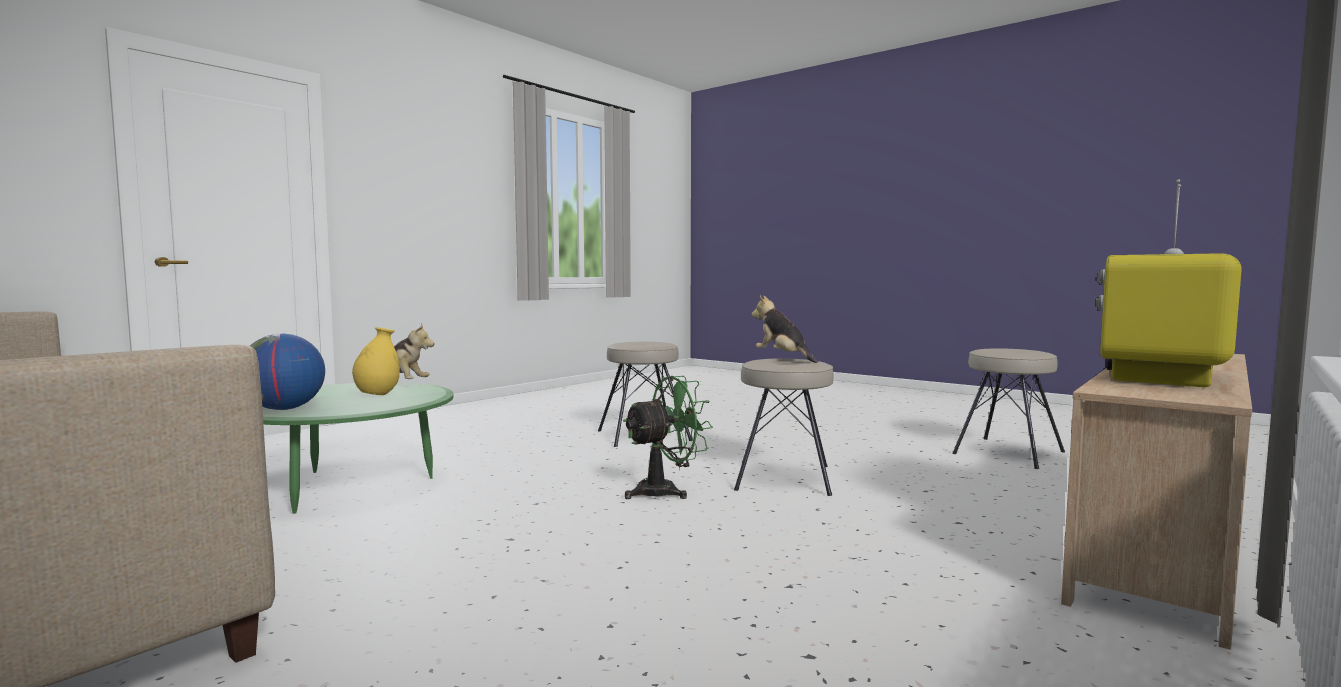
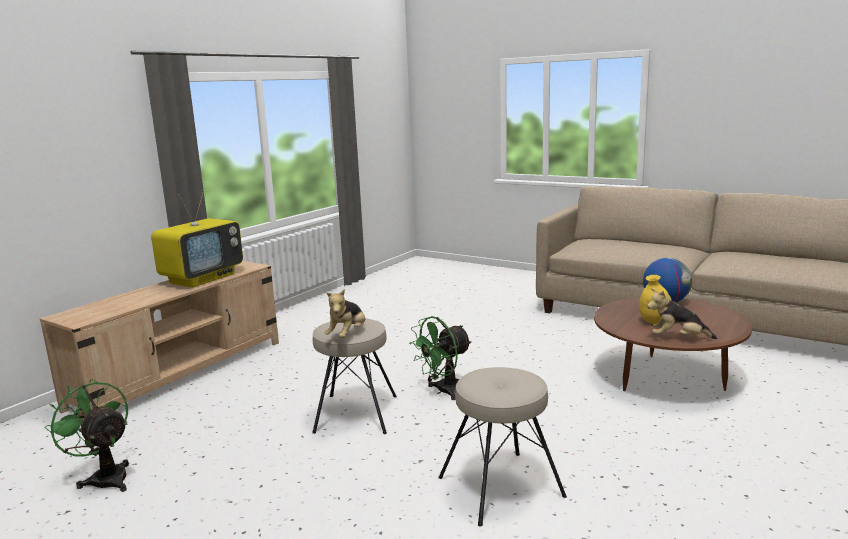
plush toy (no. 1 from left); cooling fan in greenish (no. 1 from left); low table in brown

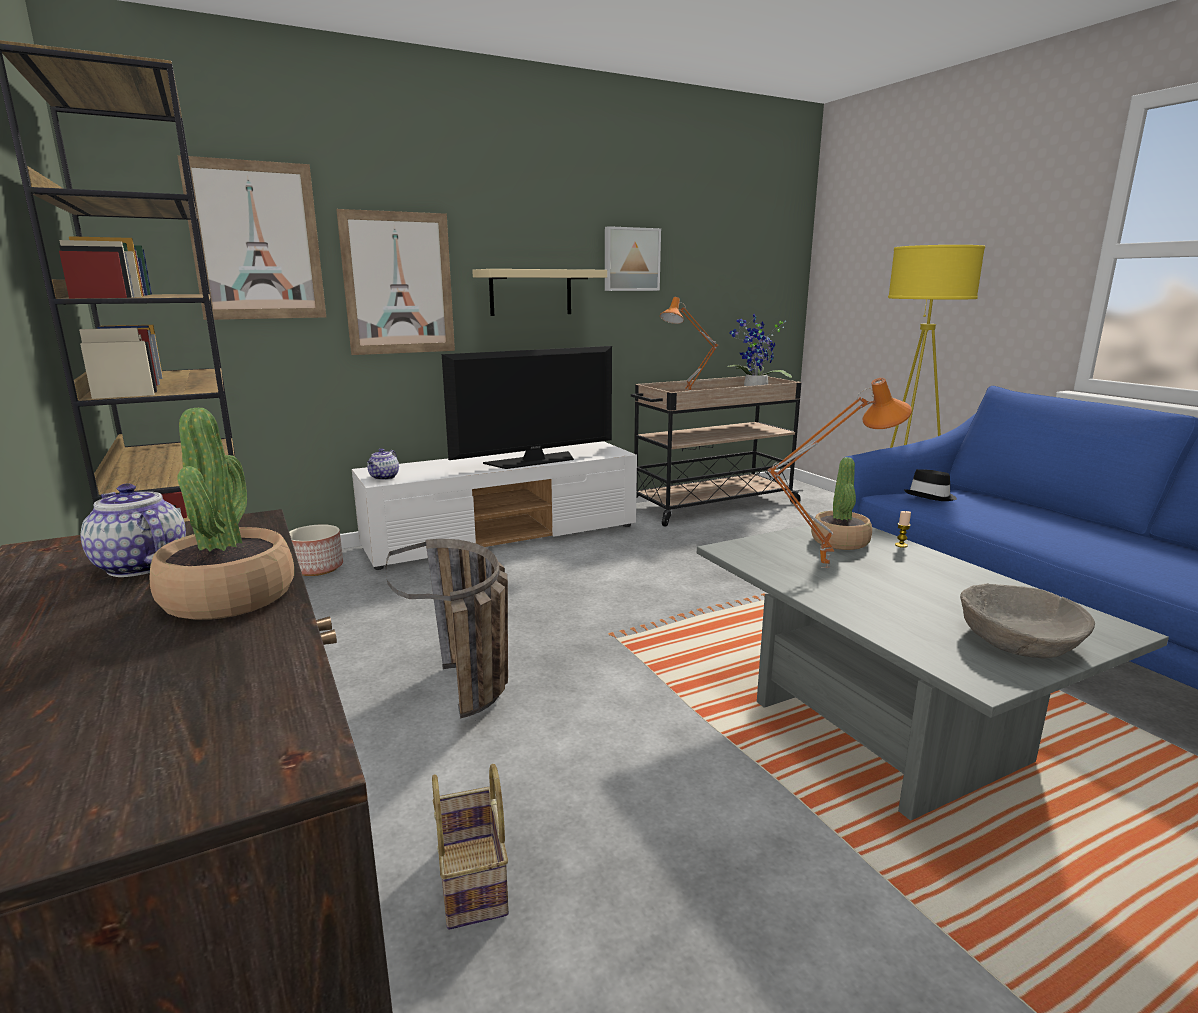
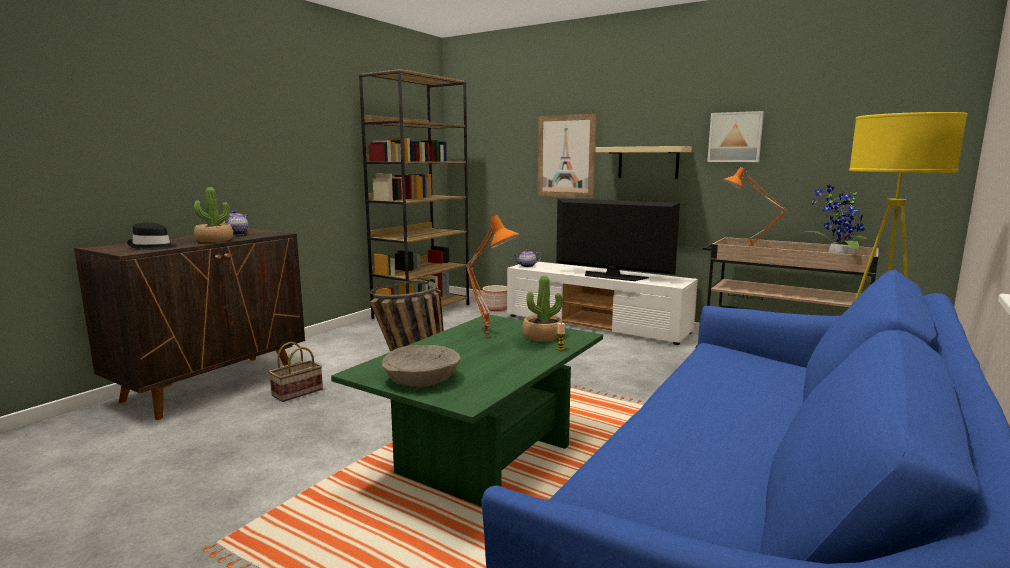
wall picture (no. 1 from left in the first image); hat in blackish; low table in greenish

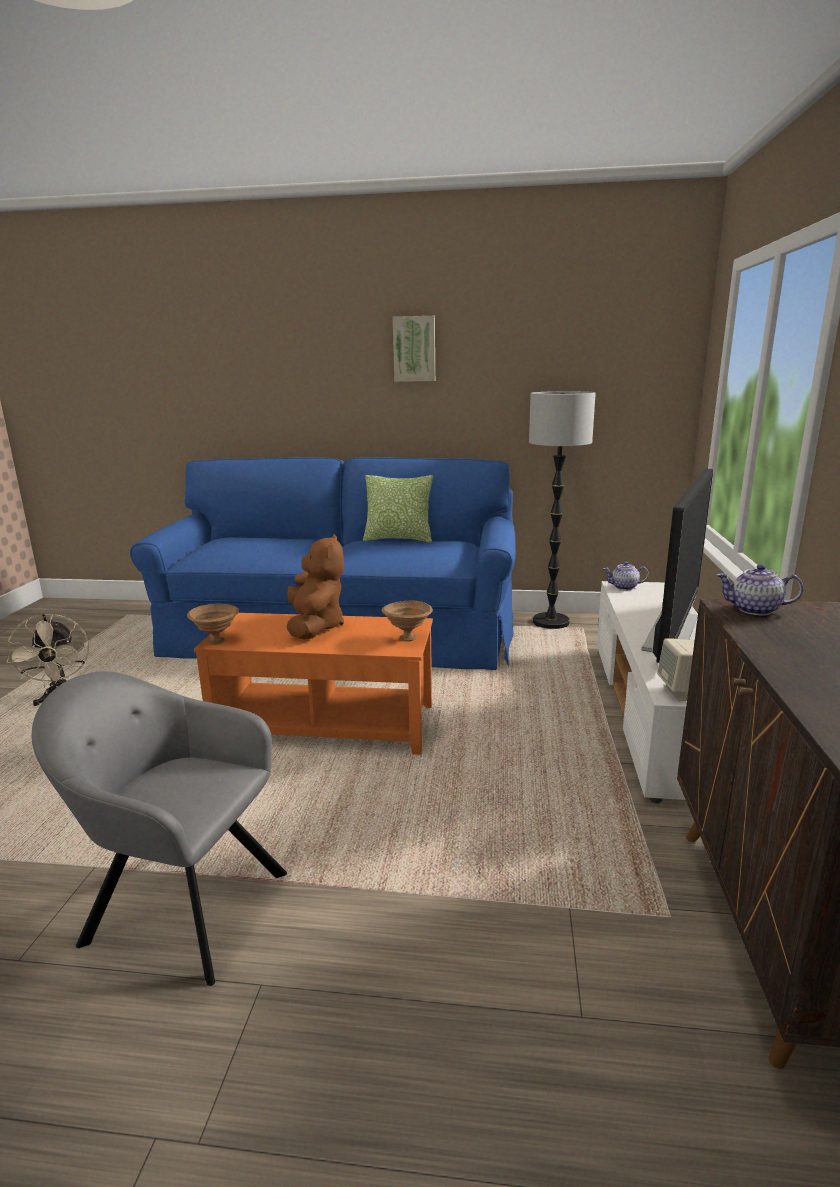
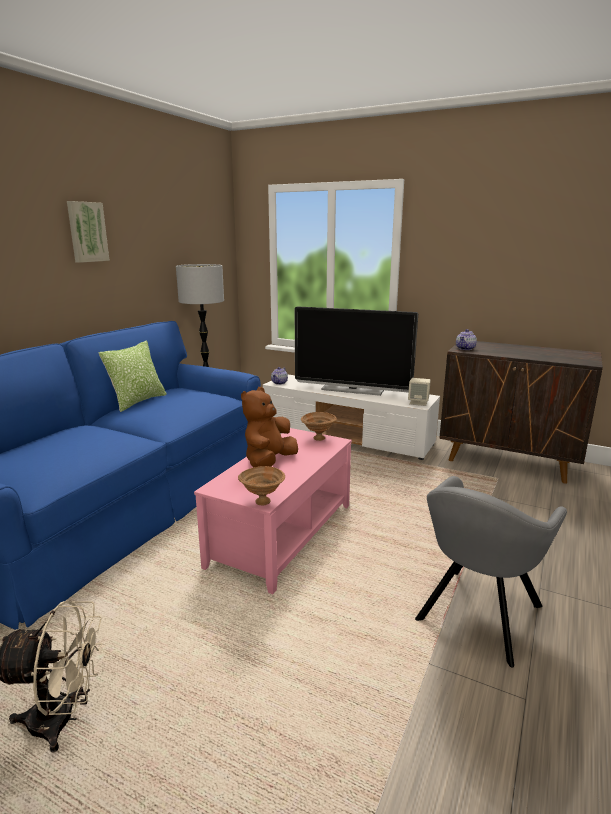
TV set; plush toy in brown; low table in pink-coloured

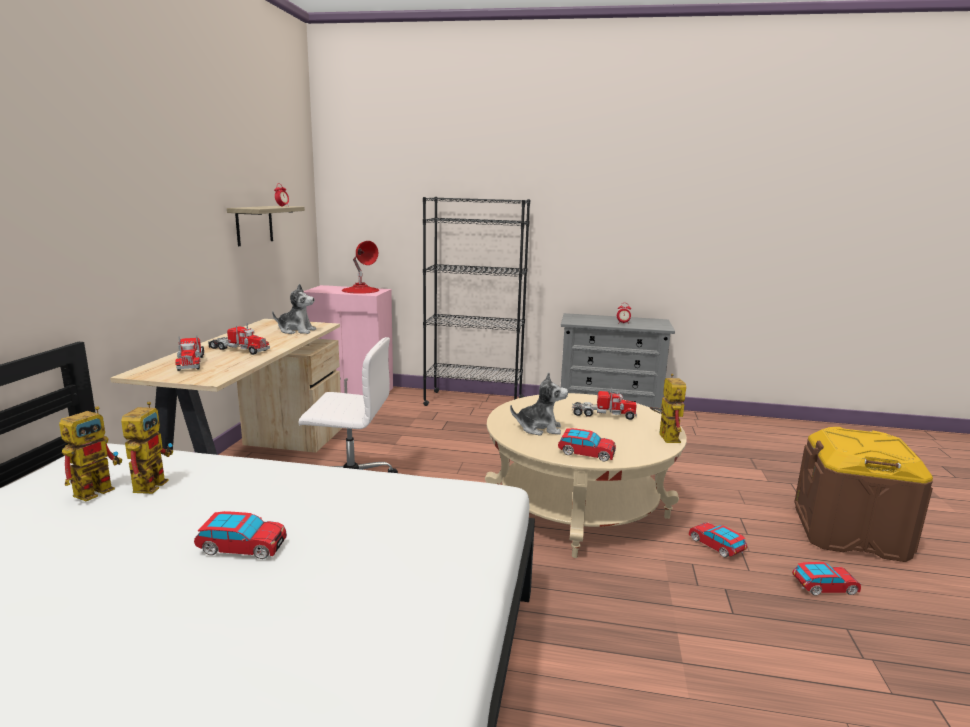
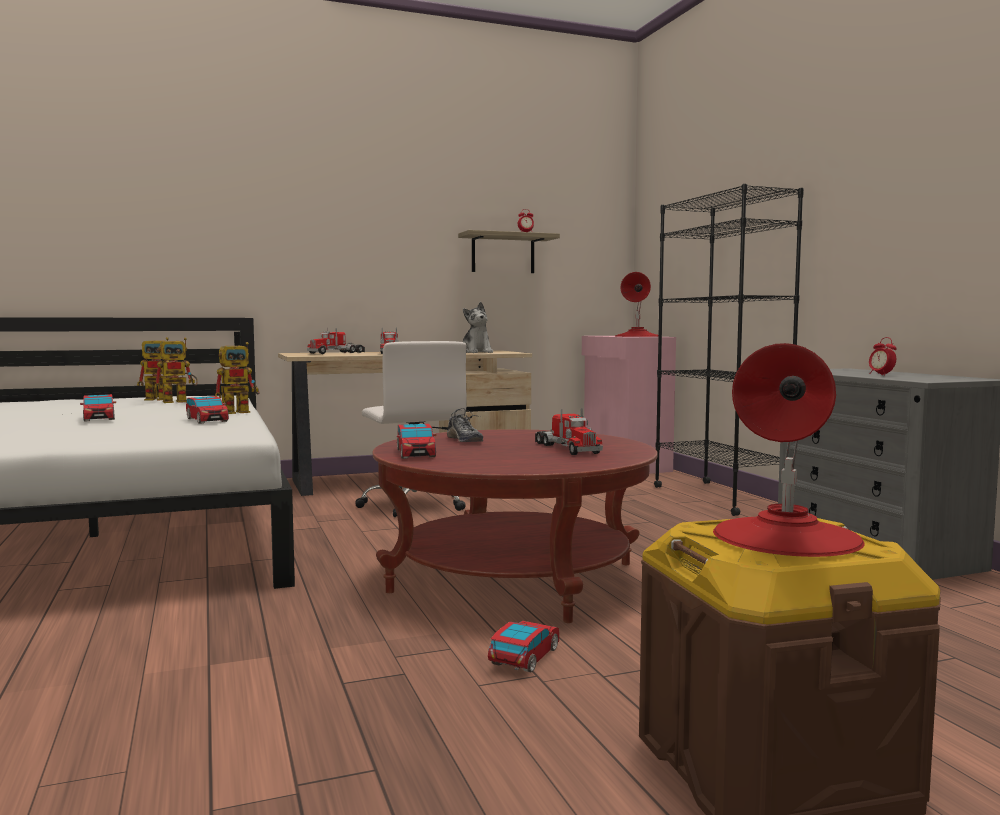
low shoe; robot figure (no. 3 from left); low table in red-coloured; model car (no. 2 from left); tabletop lamp in red-coloured (no. 2 from left)

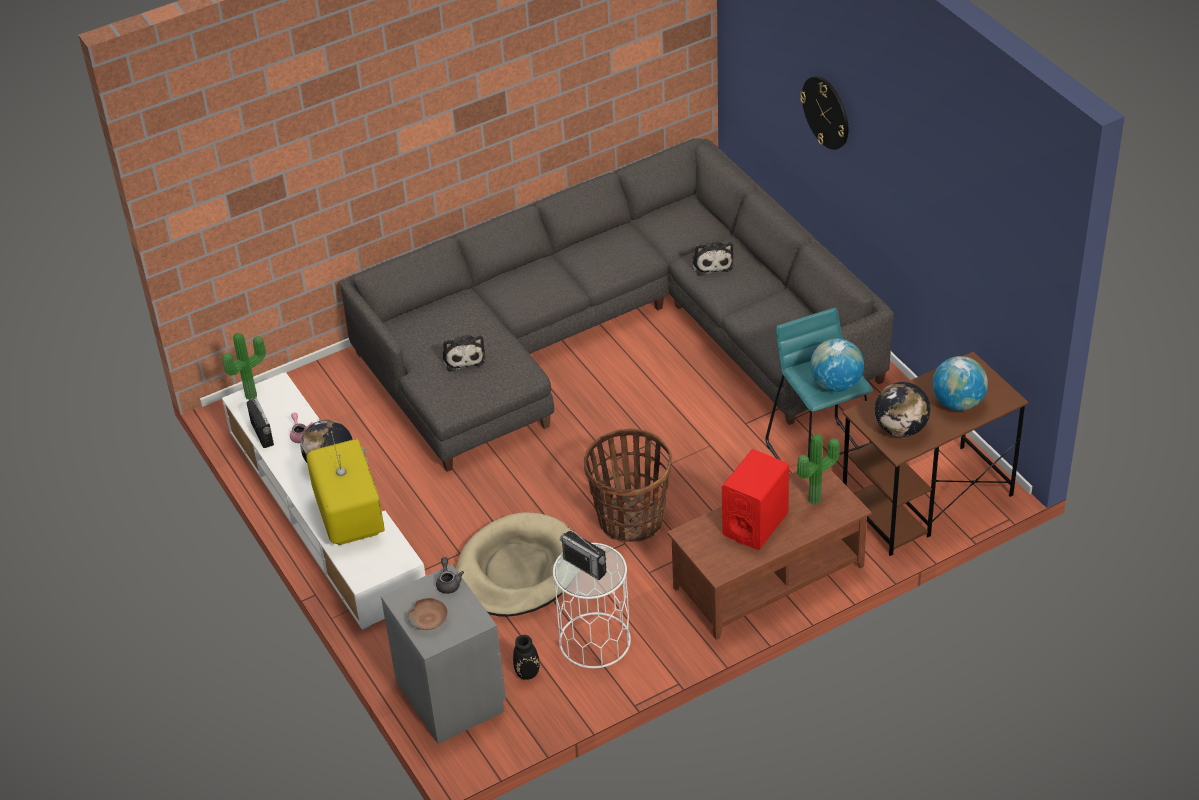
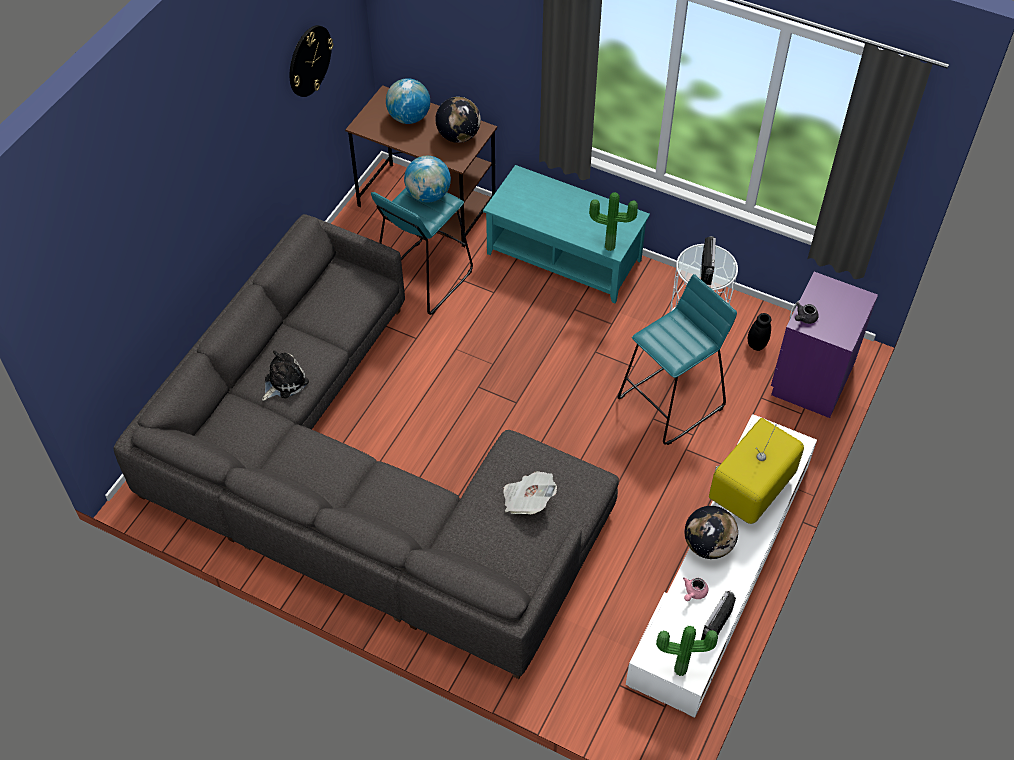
hanging clock; daily paper; storage basket; potted plant (no. 1 from left); speaker in red-coloured; low table in blue-green; sitting stool in blue-green (no. 2 from left); bedside table in purple-coloured; bowl in brown

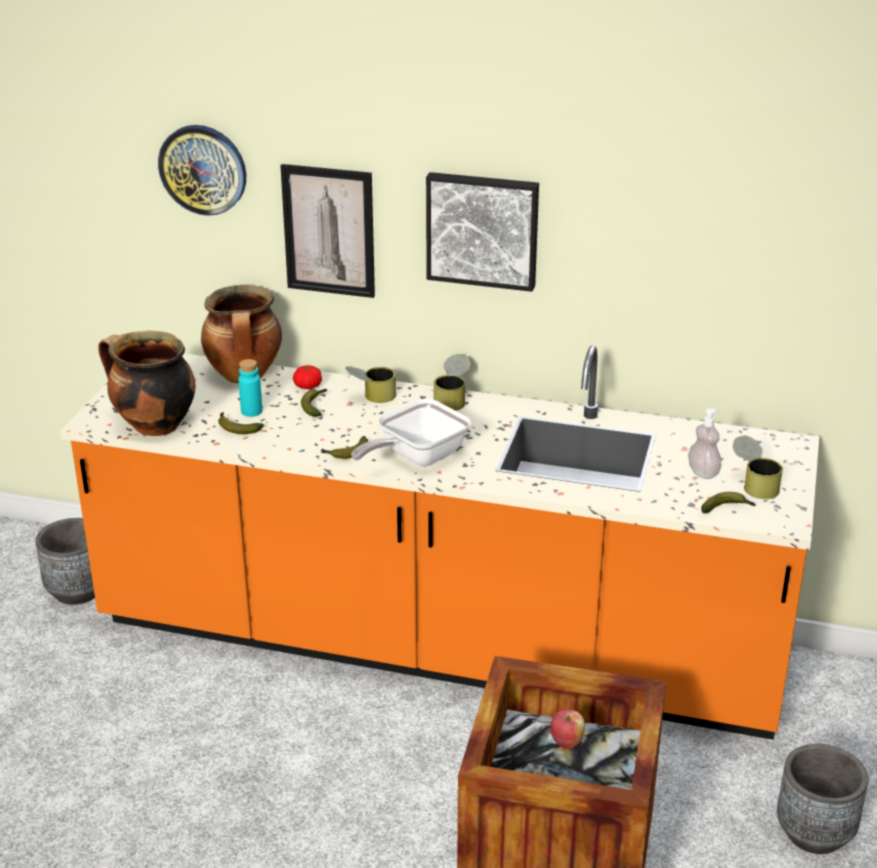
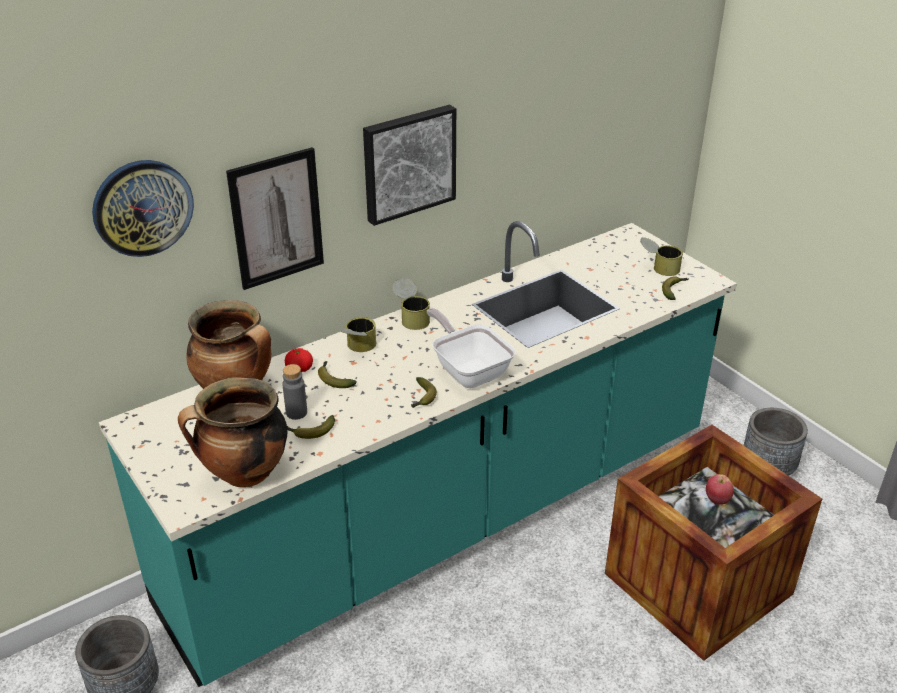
kitchen base unit in blue-green; beverage bottle in greyish; frying pan; soap bottle

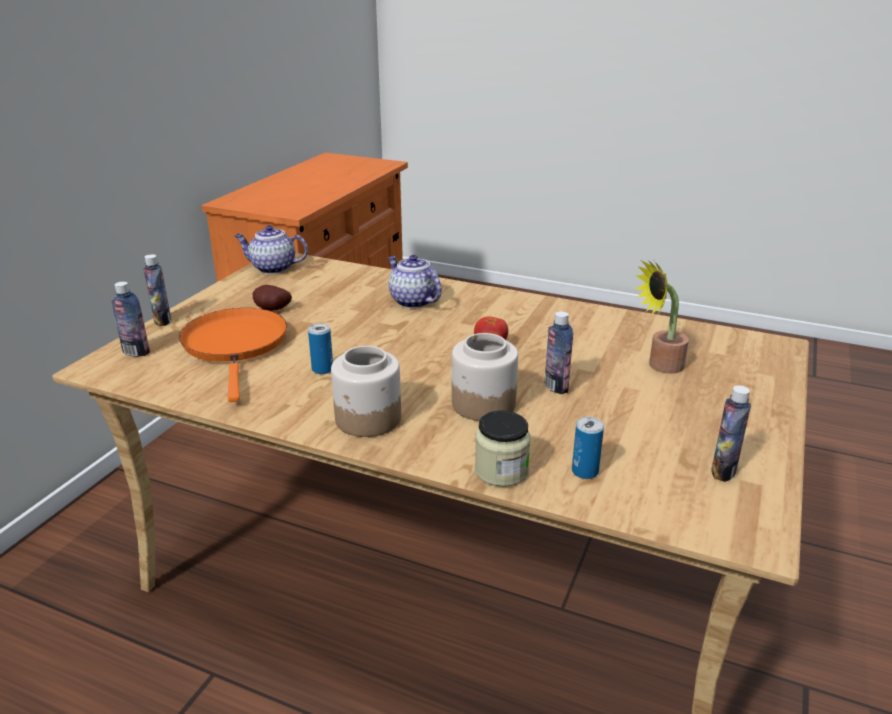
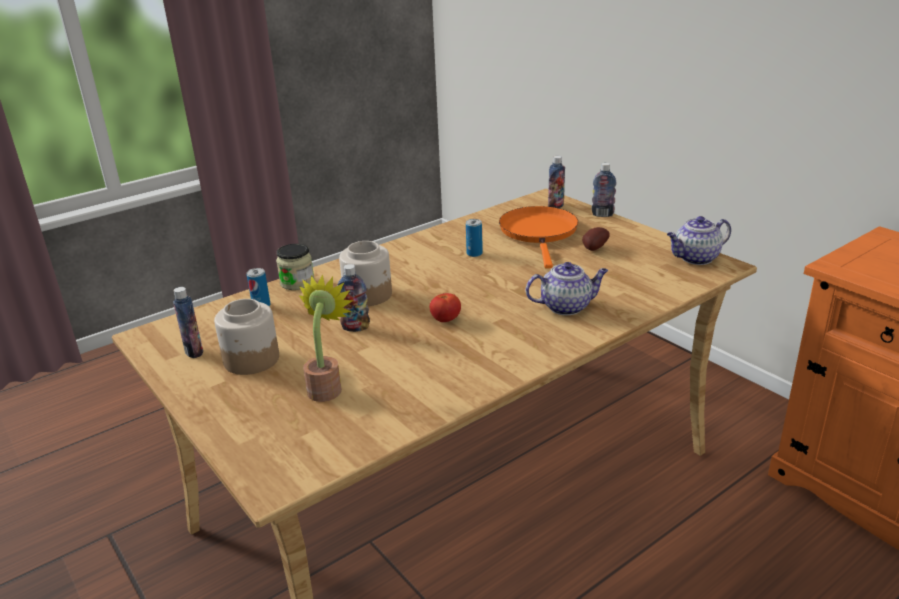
pot for tea (no. 2 from left); frying pan in orangey; storage jar (no. 1 from left)

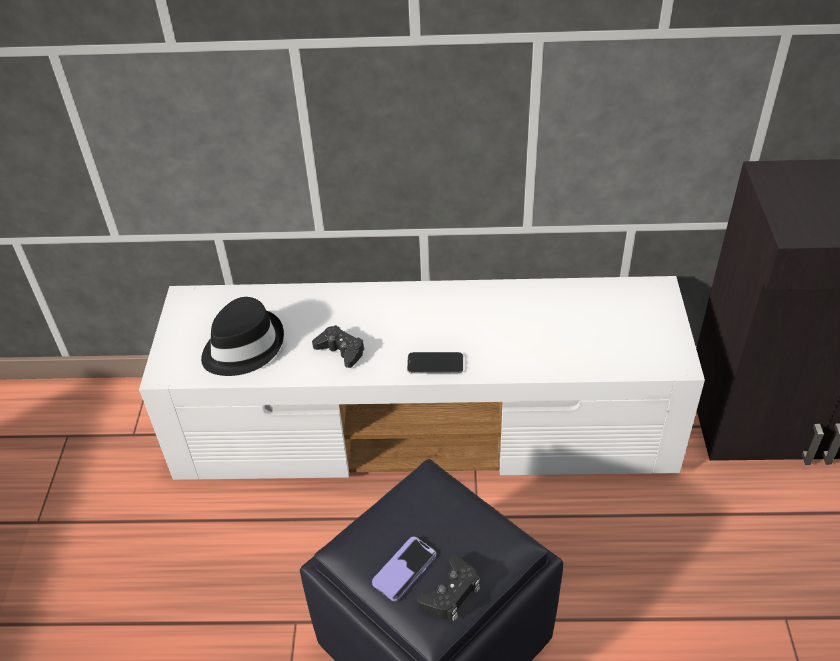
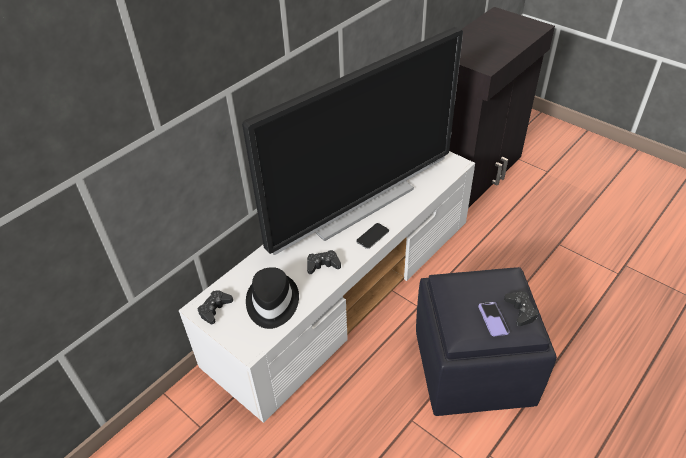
TV set; gamepad in blackish (no. 1 from left)

